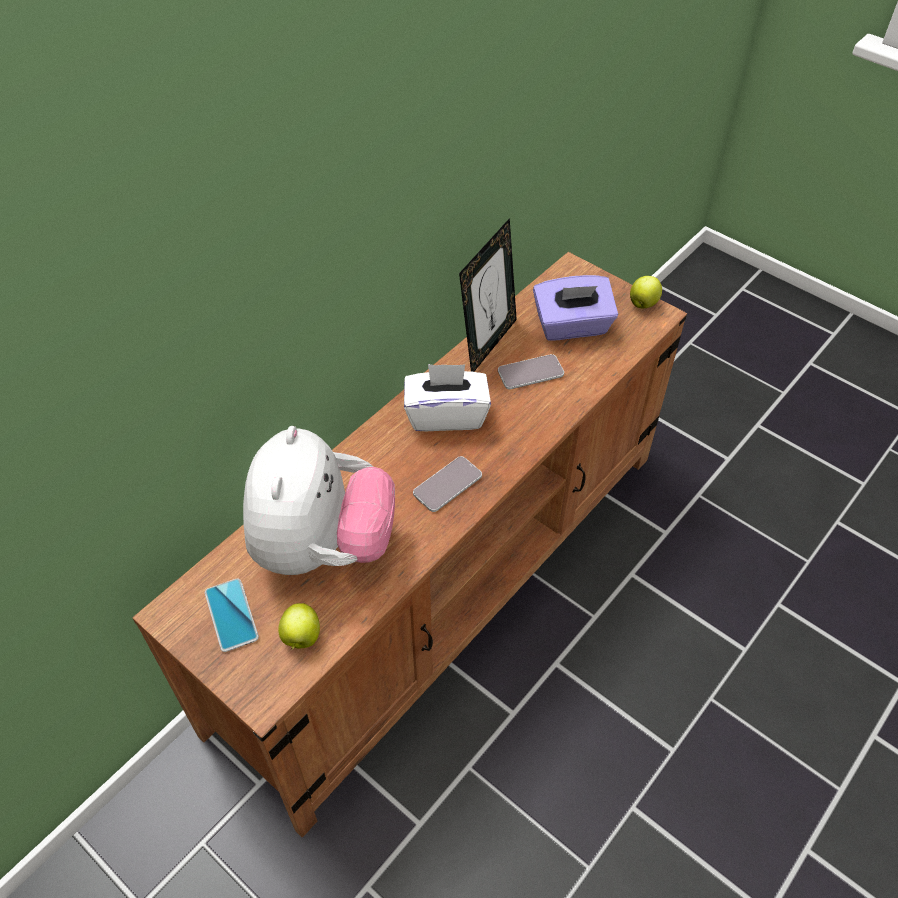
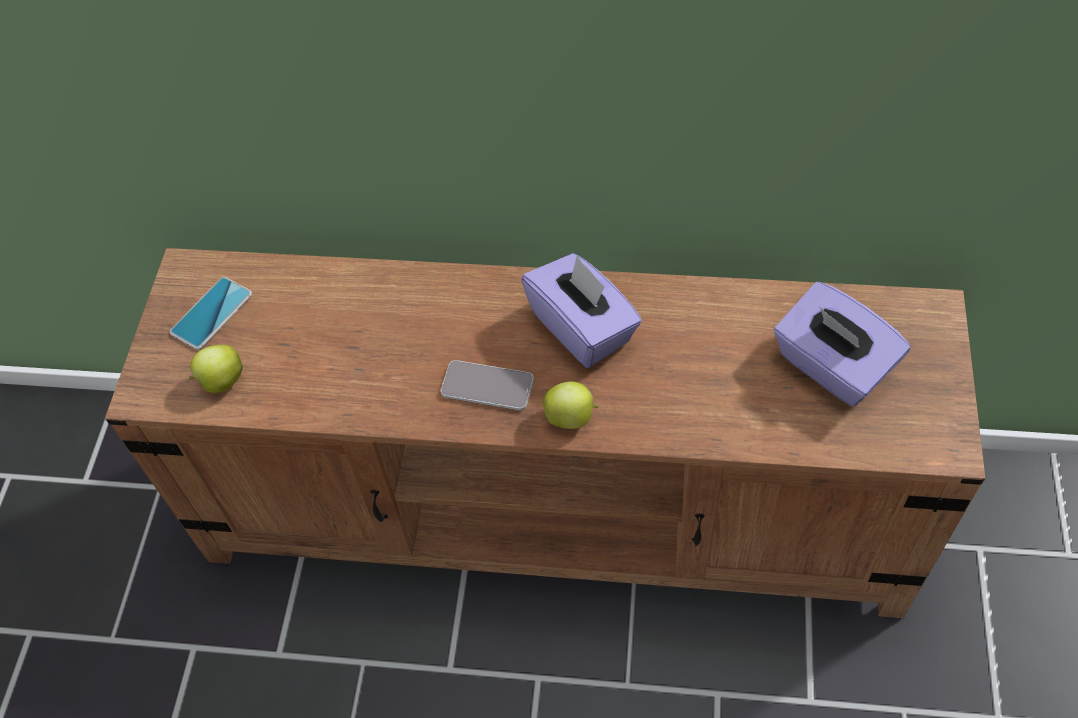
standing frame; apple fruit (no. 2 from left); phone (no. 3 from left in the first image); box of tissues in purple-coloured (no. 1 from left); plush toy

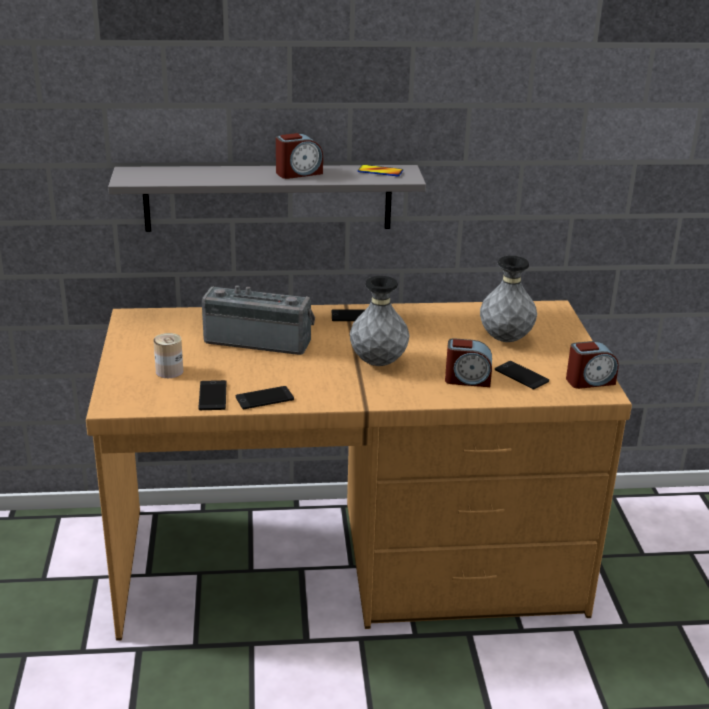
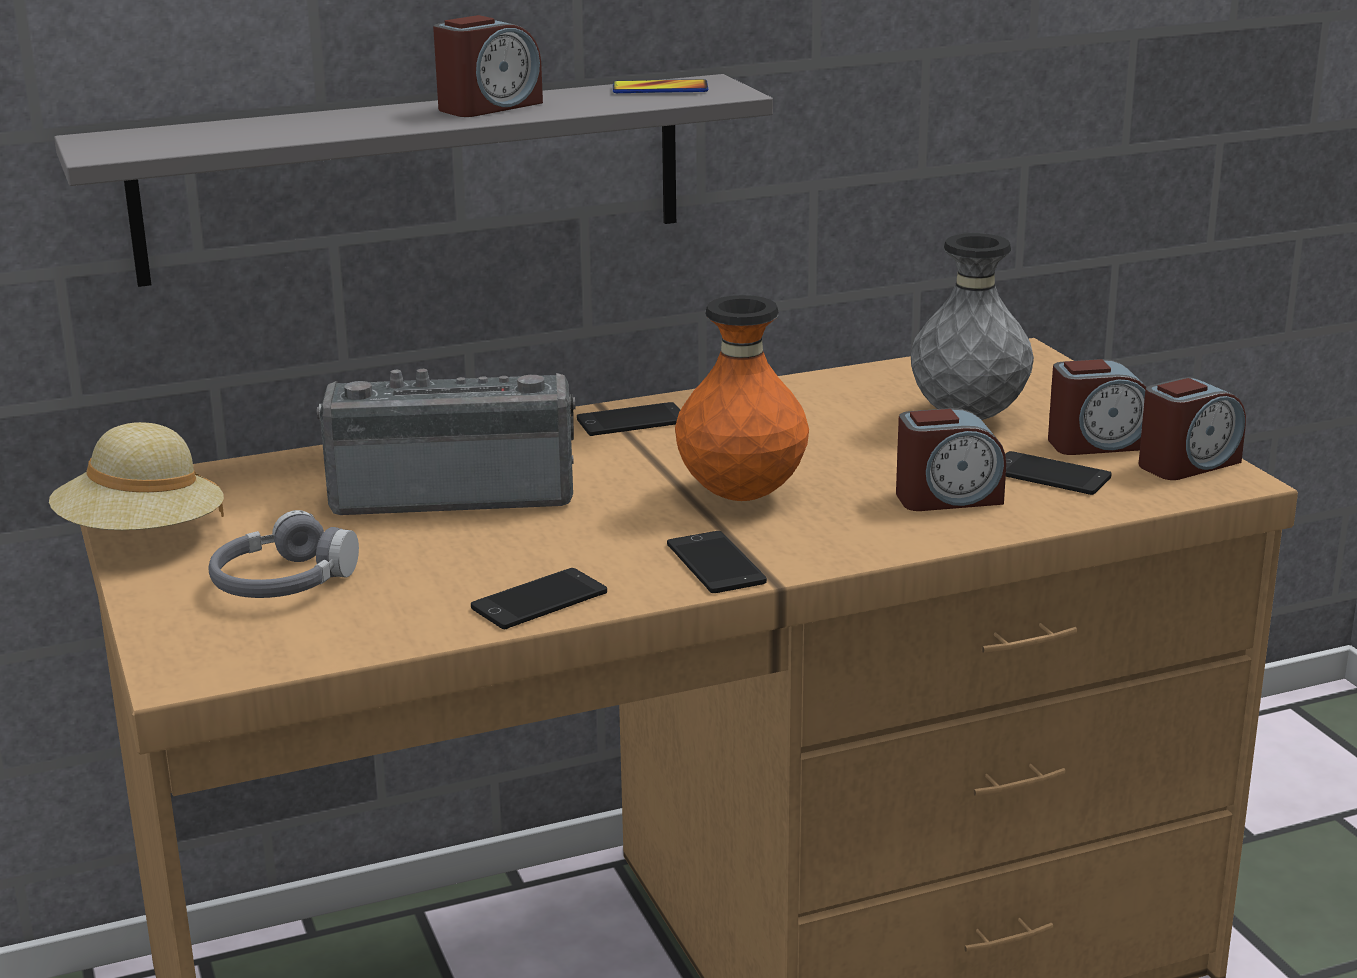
vase in orangey; headphones in greyish; phone (no. 4 from left); alarm clock (no. 3 from left); hat in sand-coloured

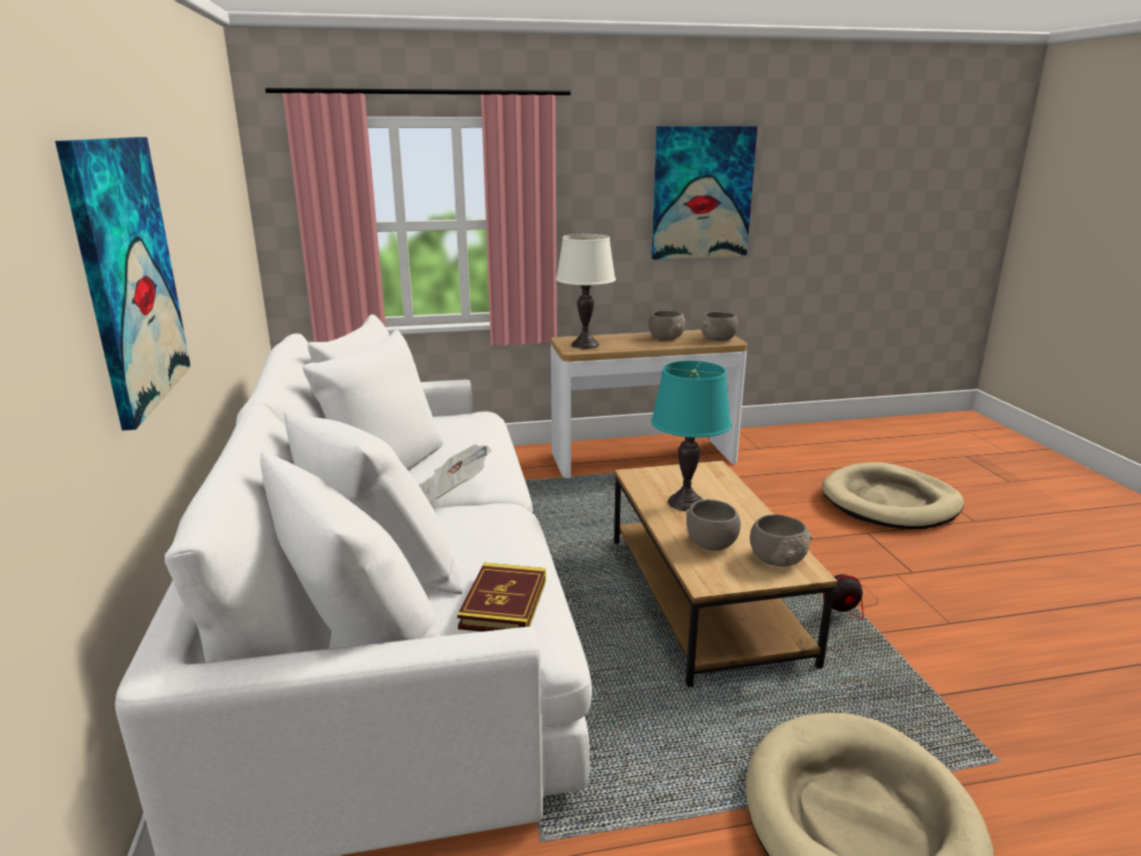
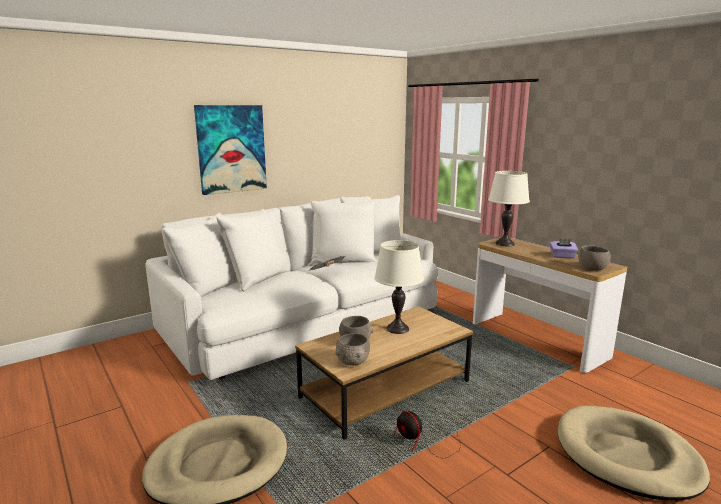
wall picture (no. 2 from left in the first image); box of tissues in purple-coloured; tabletop lamp in whitish (no. 1 from left); book

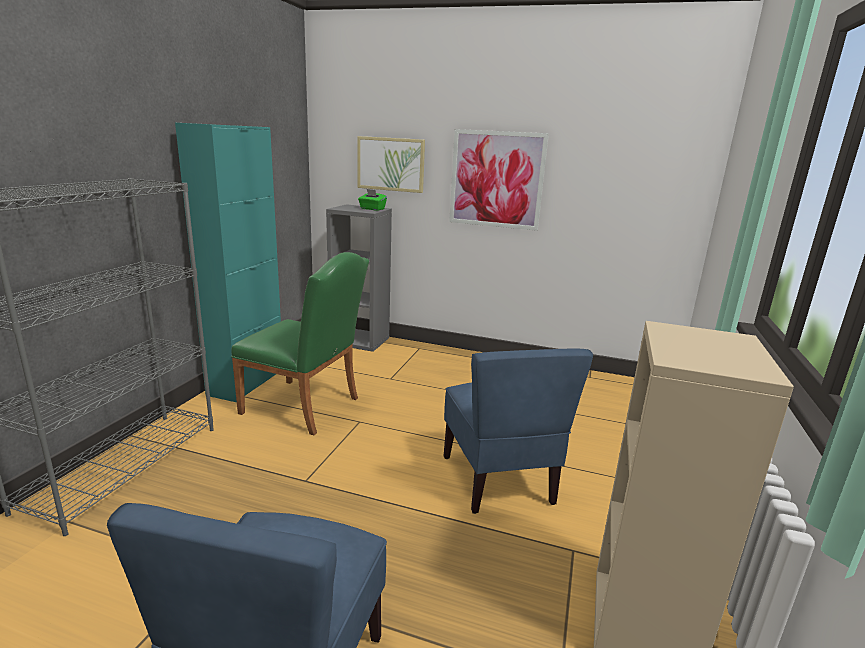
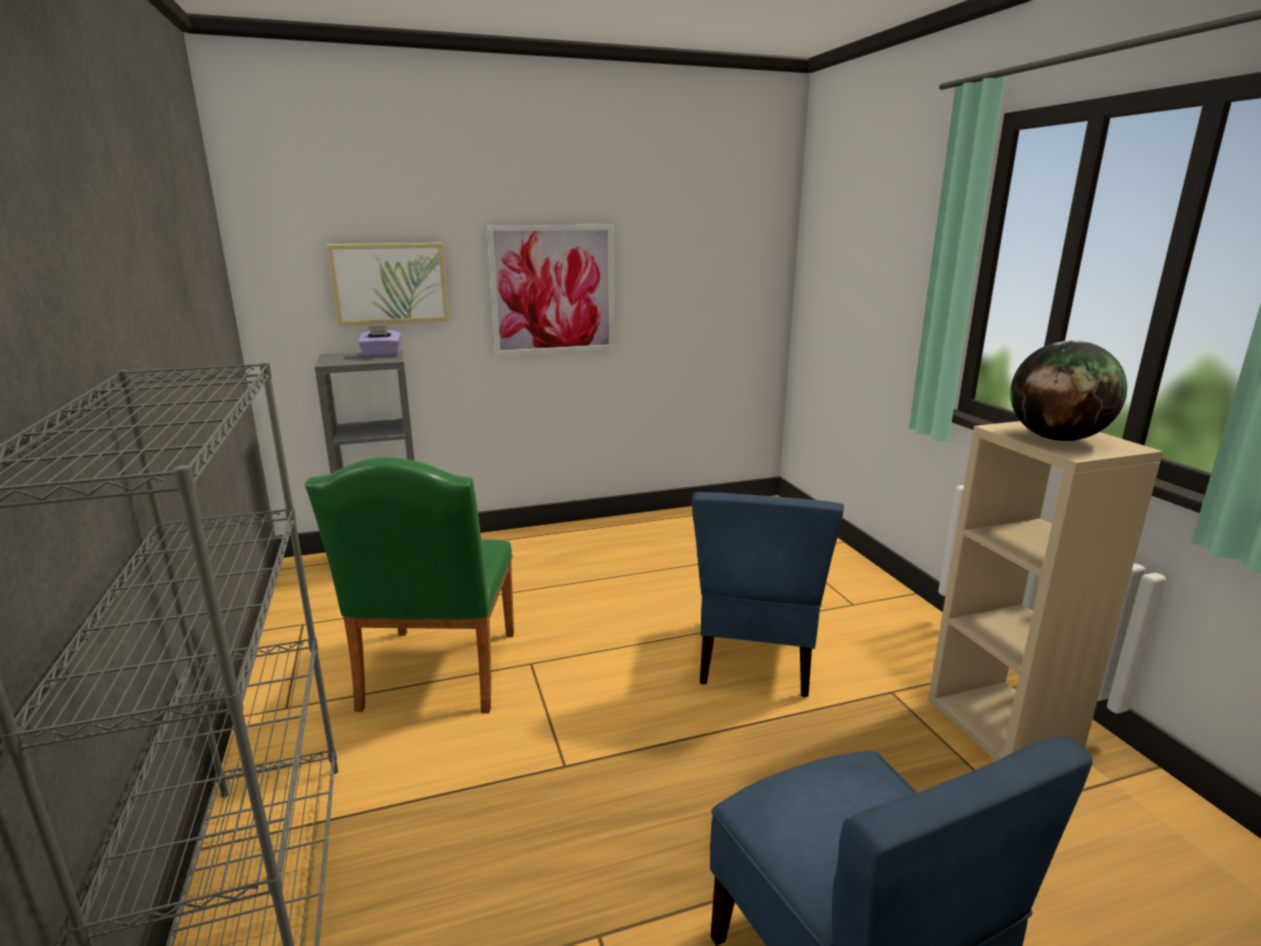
cupboard in blue-green; box of tissues in purple-coloured; upright chair in greenish; upright chair in blue-coloured (no. 1 from left); globe

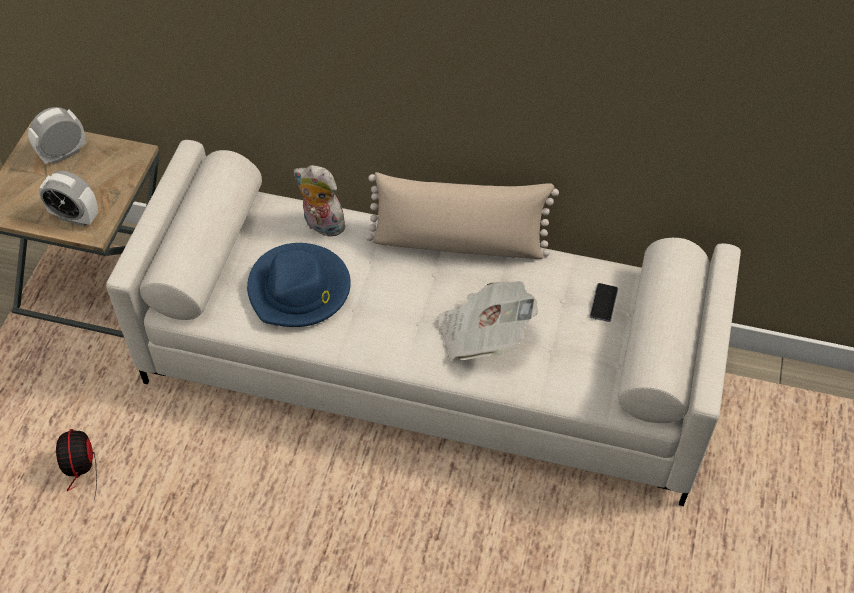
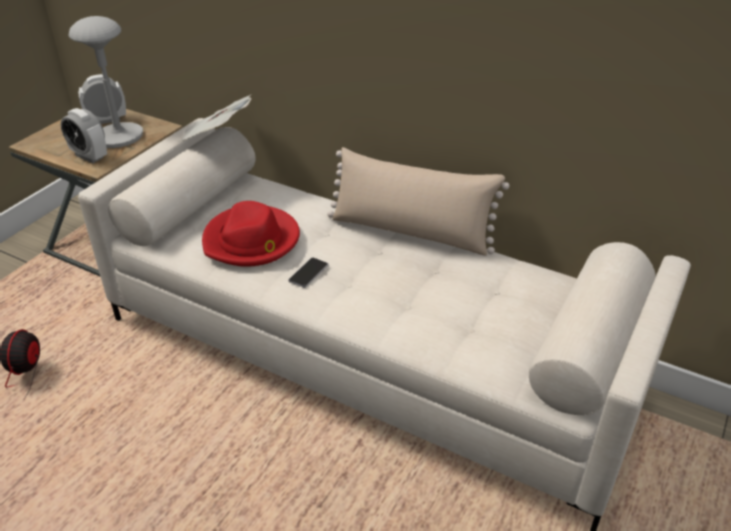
plush toy; hat in red-coloured; daily paper; phone; tabletop lamp in greyish

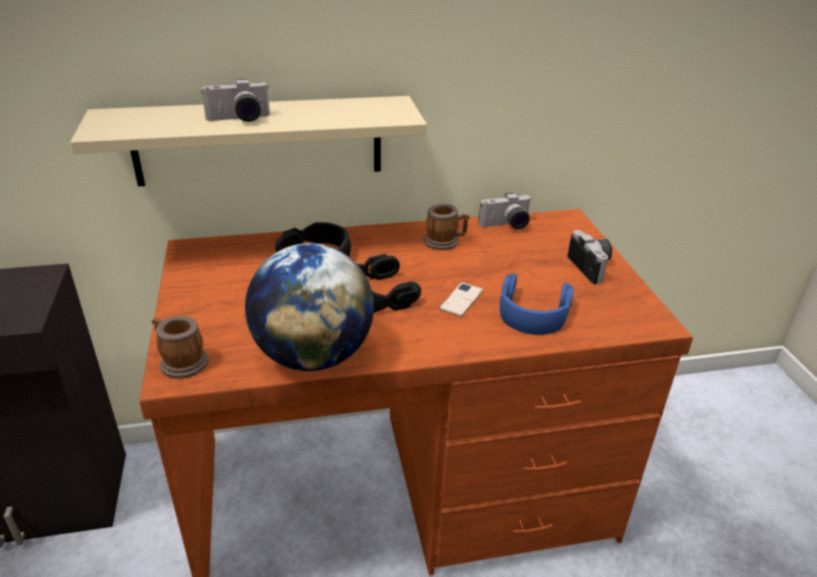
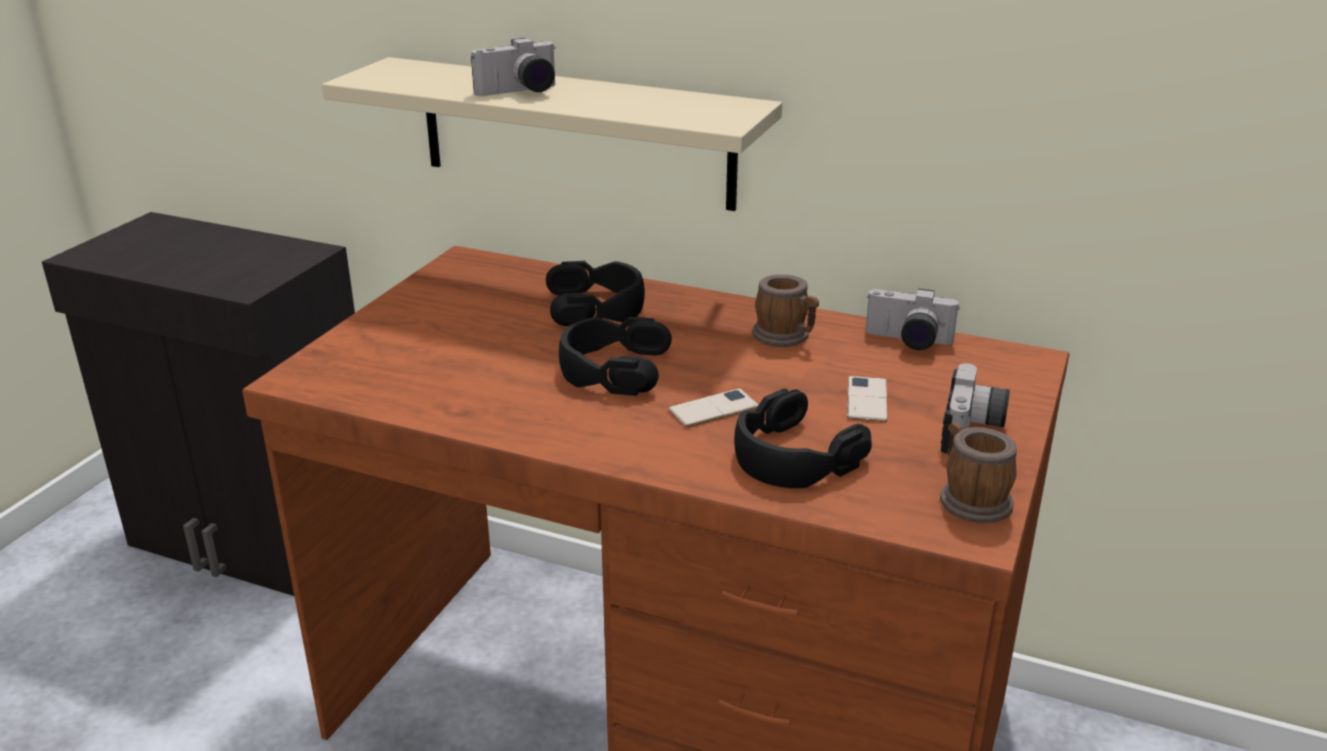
still camera (no. 1 from left); globe; headphones in blackish (no. 3 from left); mug (no. 2 from left); phone (no. 2 from left)

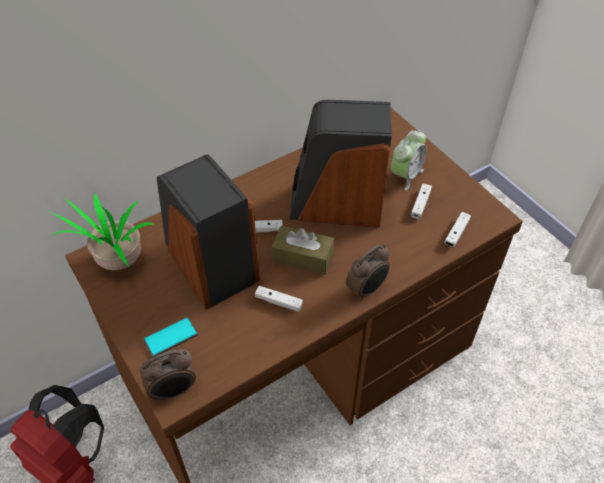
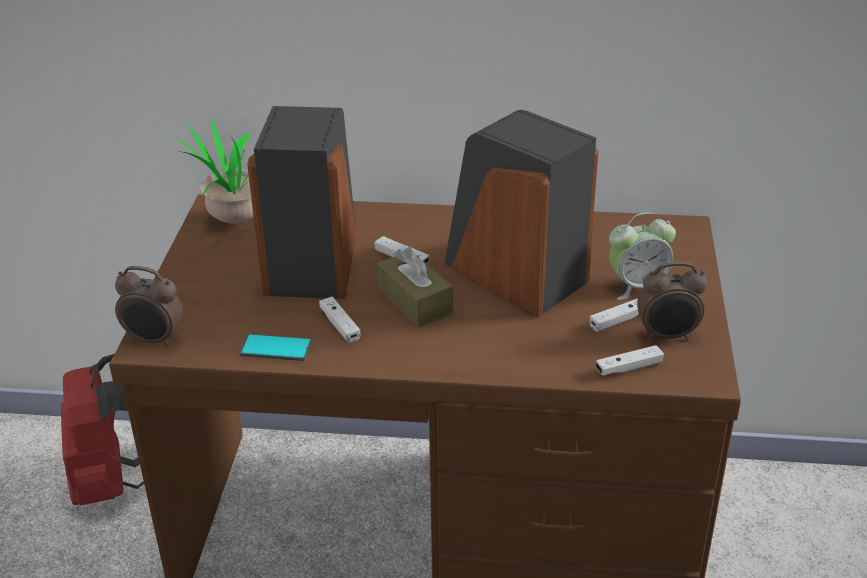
alarm clock (no. 3 from left); phone

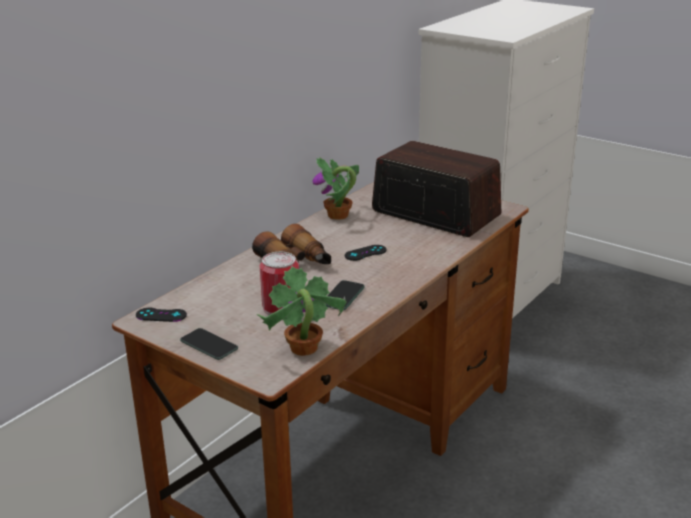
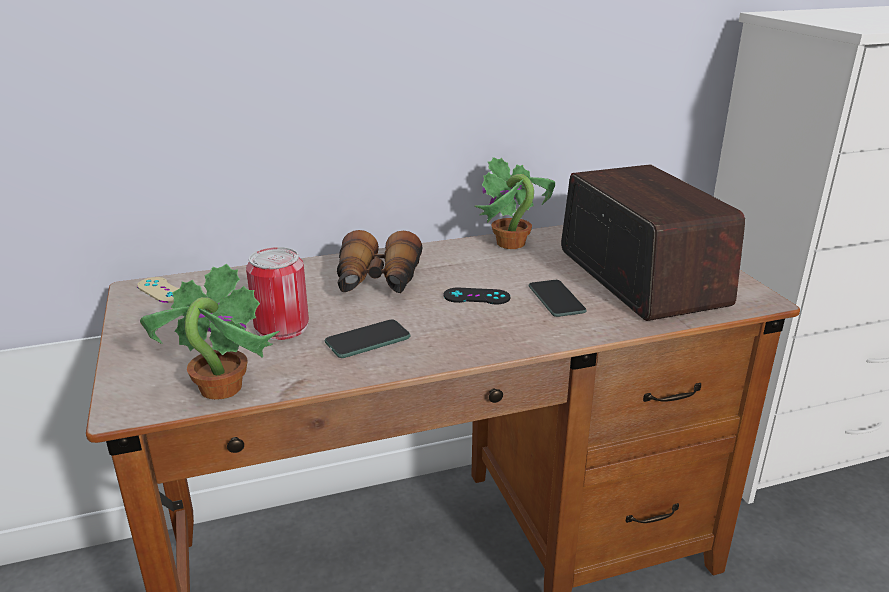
gamepad in sand-coloured; phone (no. 2 from left)

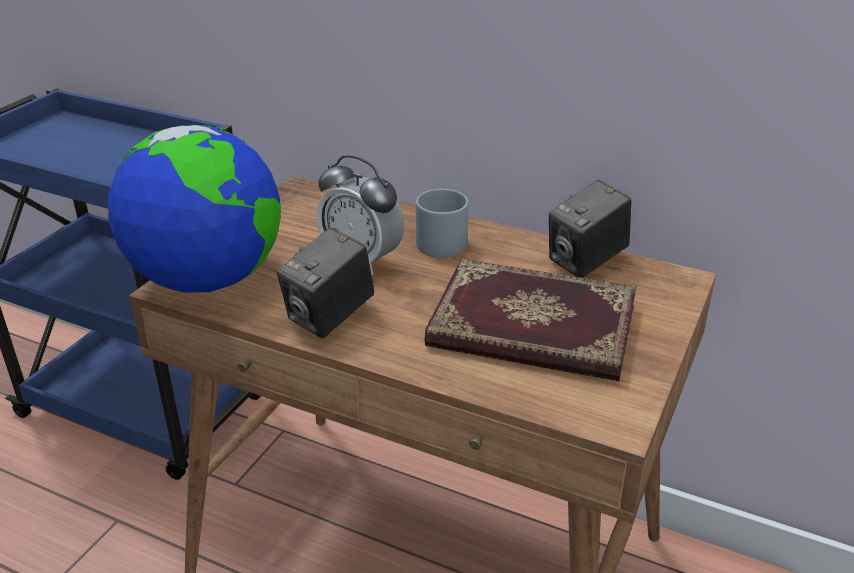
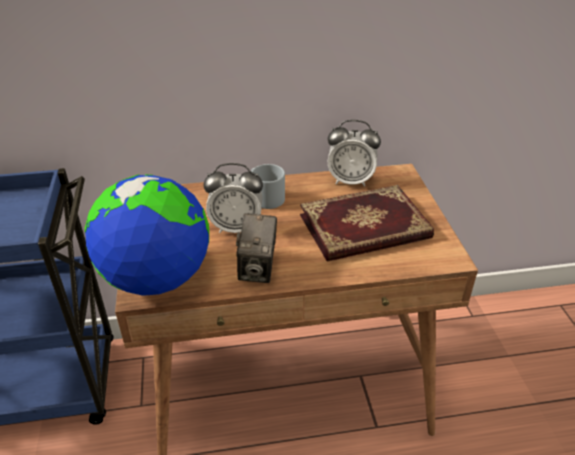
alarm clock (no. 2 from left)

